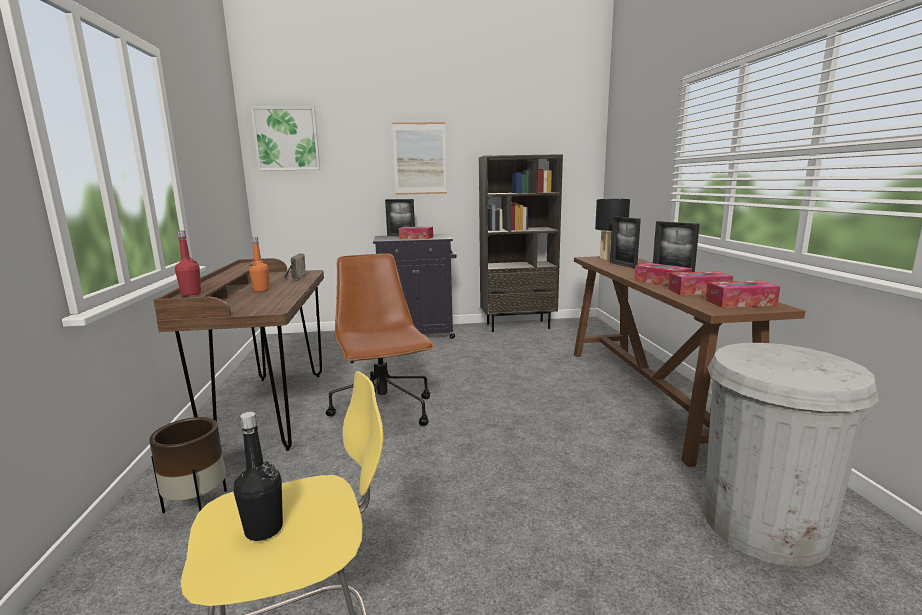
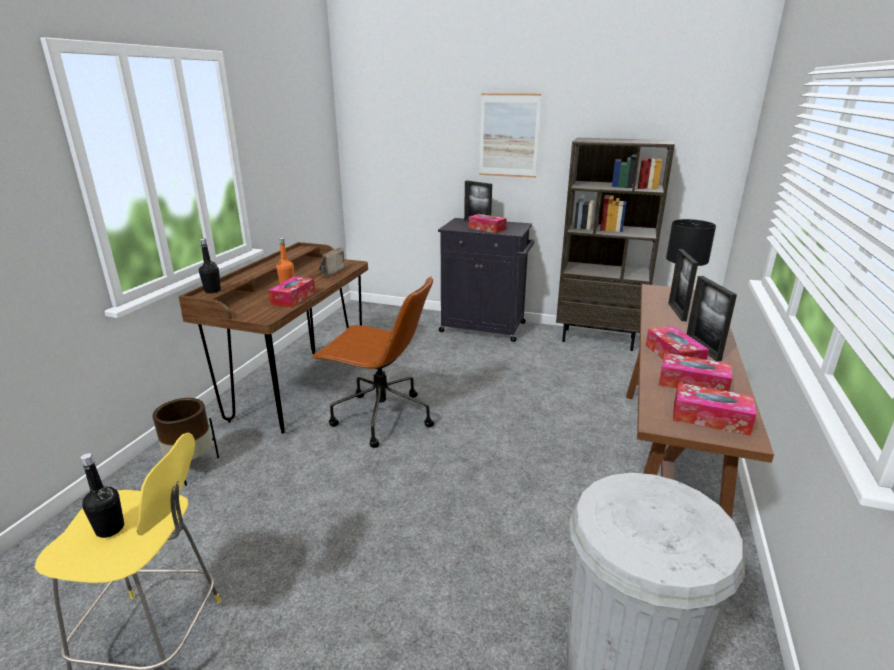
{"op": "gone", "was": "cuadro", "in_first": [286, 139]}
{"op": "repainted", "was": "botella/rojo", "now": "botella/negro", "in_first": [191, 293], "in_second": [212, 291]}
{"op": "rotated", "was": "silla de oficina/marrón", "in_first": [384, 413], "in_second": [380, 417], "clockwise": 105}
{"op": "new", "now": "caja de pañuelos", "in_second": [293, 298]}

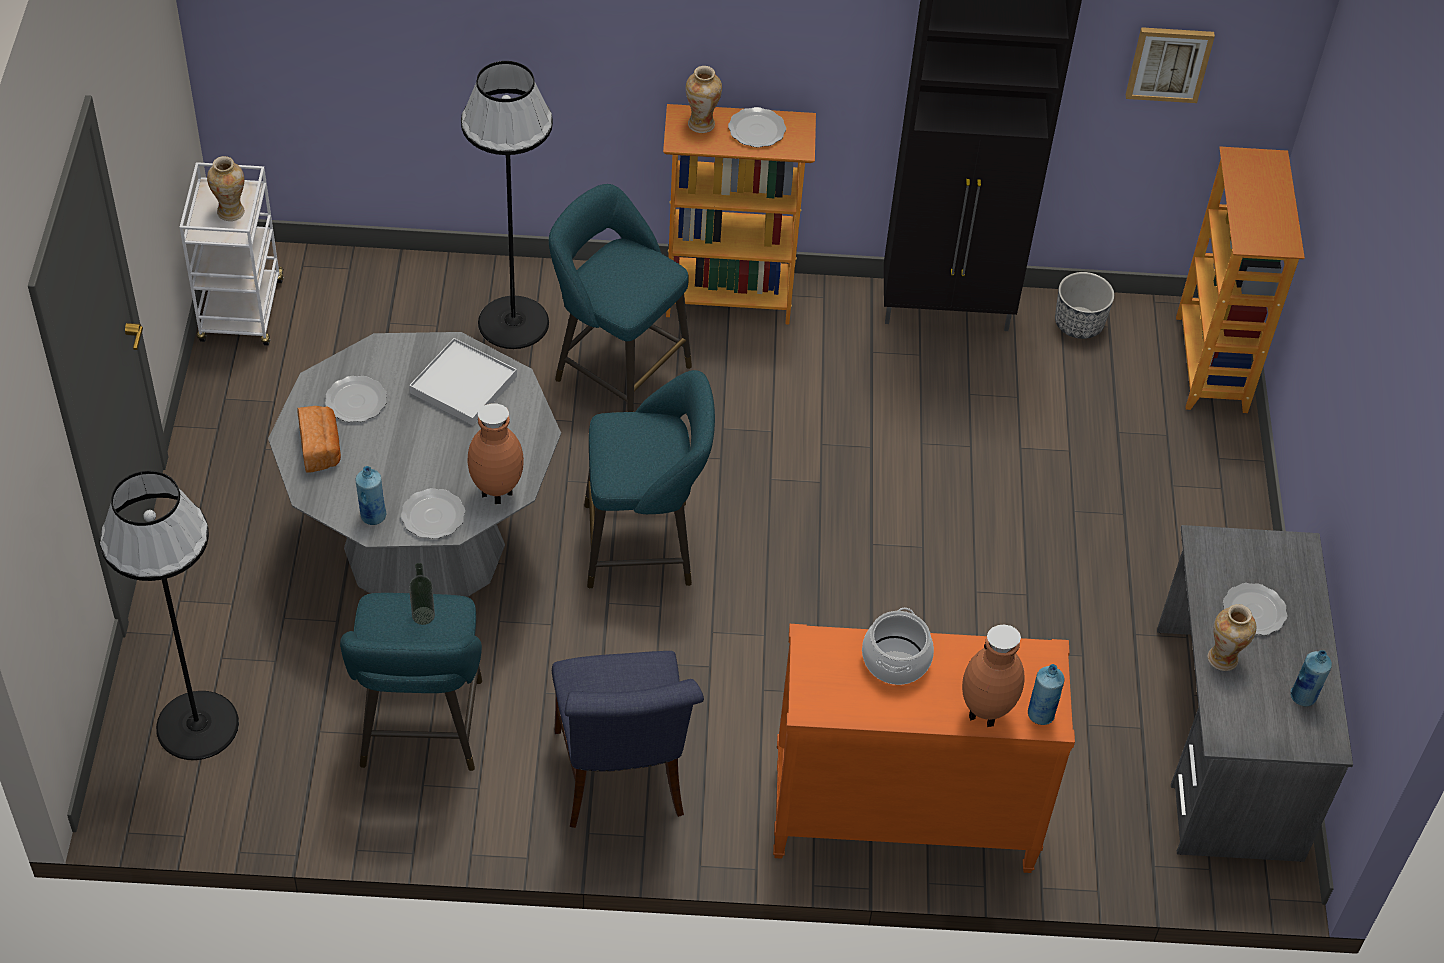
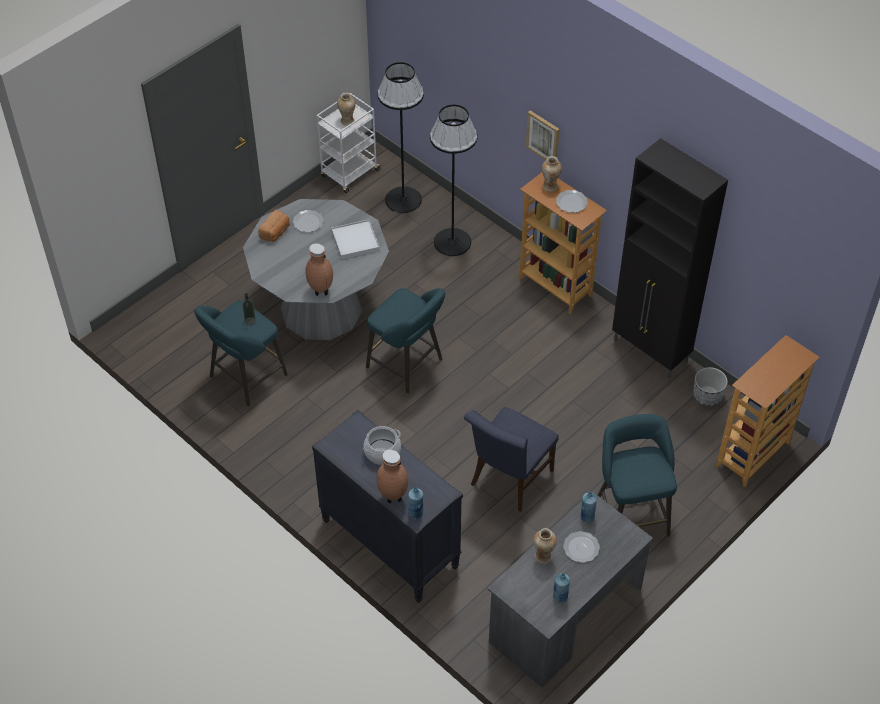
{"op": "shifted", "was": "cuadro", "in_first": [1169, 63], "in_second": [543, 137]}
{"op": "shifted", "was": "taburete/turquesa", "in_first": [617, 370], "in_second": [631, 513]}
{"op": "shifted", "was": "botella/azul", "in_first": [373, 516], "in_second": [587, 517]}
{"op": "shifted", "was": "lámpara de pie/negro", "in_first": [197, 725], "in_second": [403, 200]}
{"op": "gone", "was": "plato", "in_first": [432, 515]}
{"op": "repainted", "was": "cómoda/naranja", "now": "cómoda/negro", "in_first": [901, 820], "in_second": [389, 543]}
{"op": "shifted", "was": "silla/azul", "in_first": [621, 780], "in_second": [508, 480]}

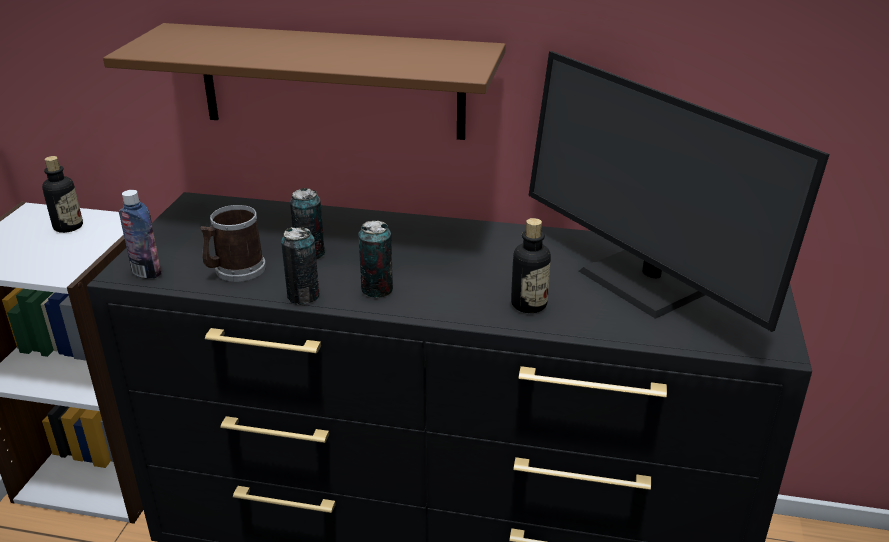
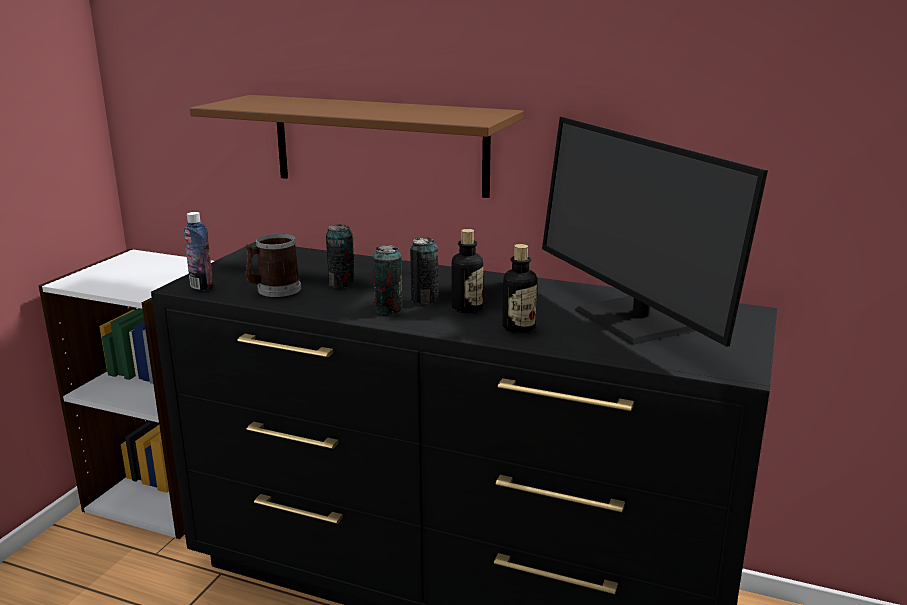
{"op": "shifted", "was": "botella", "in_first": [68, 226], "in_second": [467, 308]}
{"op": "shifted", "was": "lata", "in_first": [303, 296], "in_second": [424, 300]}

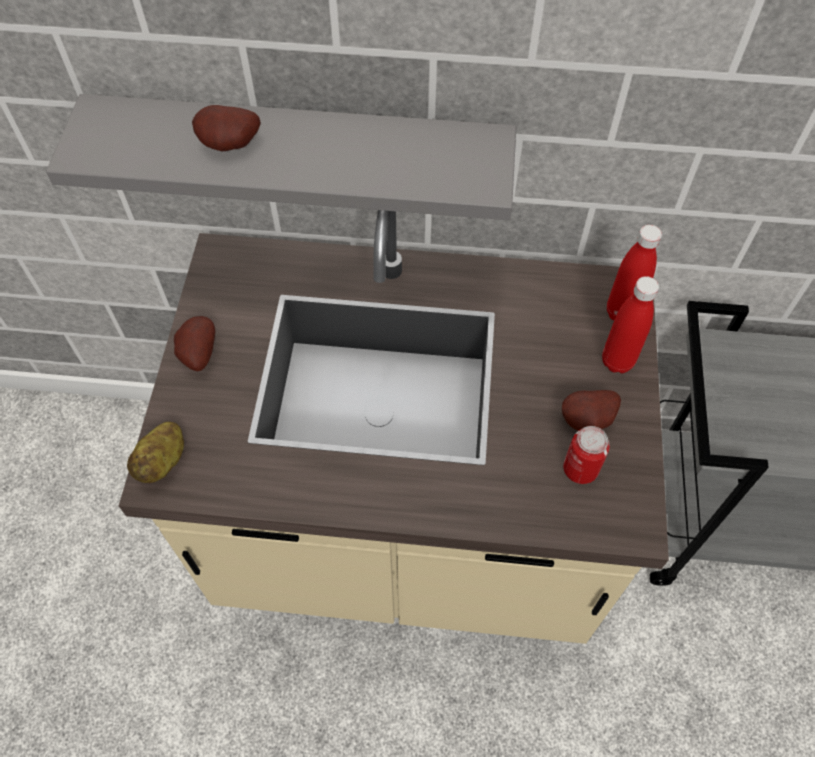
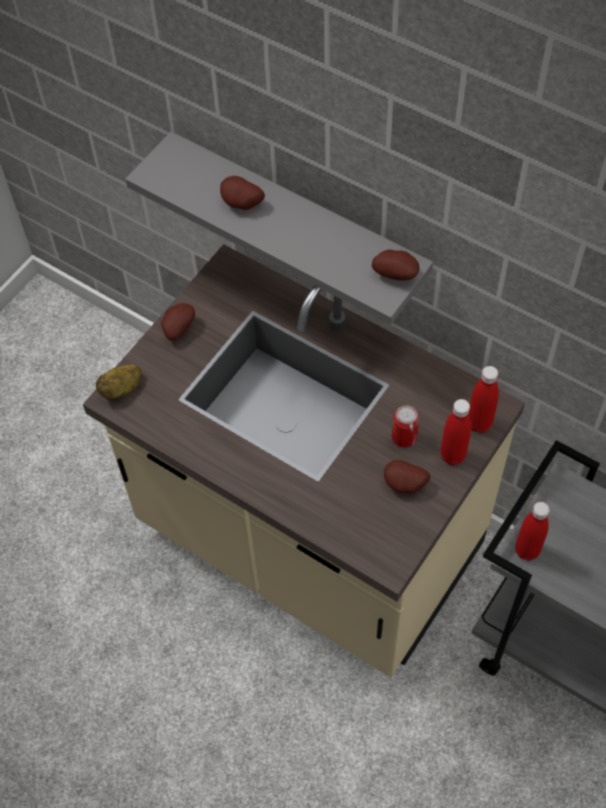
{"op": "shifted", "was": "lata", "in_first": [580, 469], "in_second": [404, 437]}
{"op": "new", "now": "patata", "in_second": [396, 274]}
{"op": "new", "now": "botella/rojo", "in_second": [527, 550]}

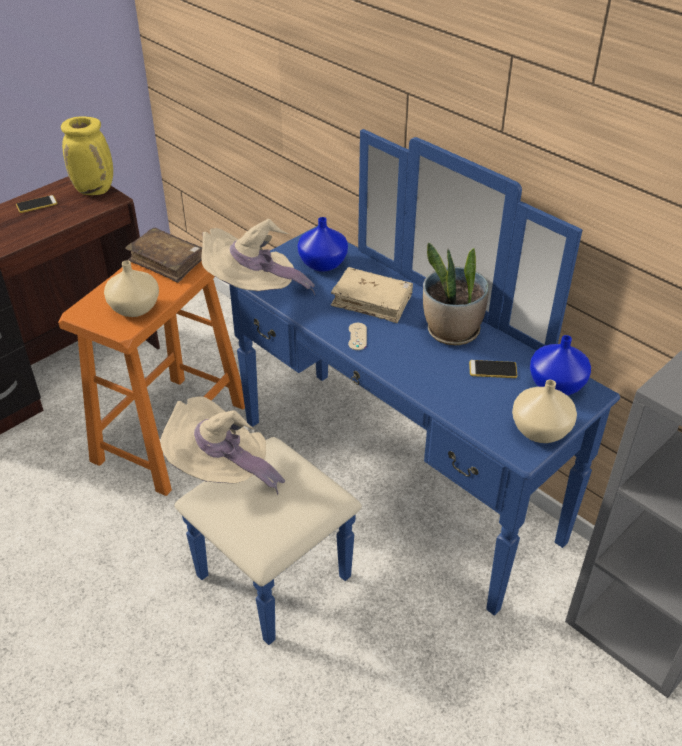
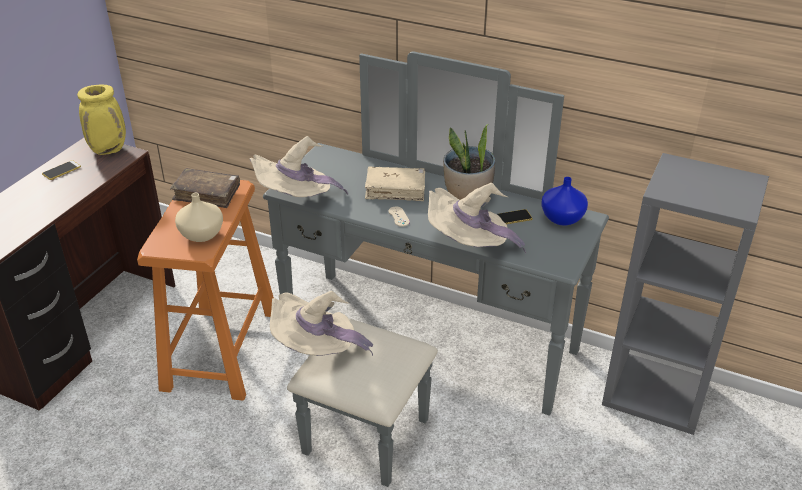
{"op": "repainted", "was": "cómoda/azul", "now": "cómoda/gris", "in_first": [371, 500], "in_second": [417, 359]}
{"op": "gone", "was": "florero/azul", "in_first": [323, 263]}
{"op": "gone", "was": "florero/beis", "in_first": [539, 429]}
{"op": "new", "now": "sombrero/beis", "in_second": [469, 246]}

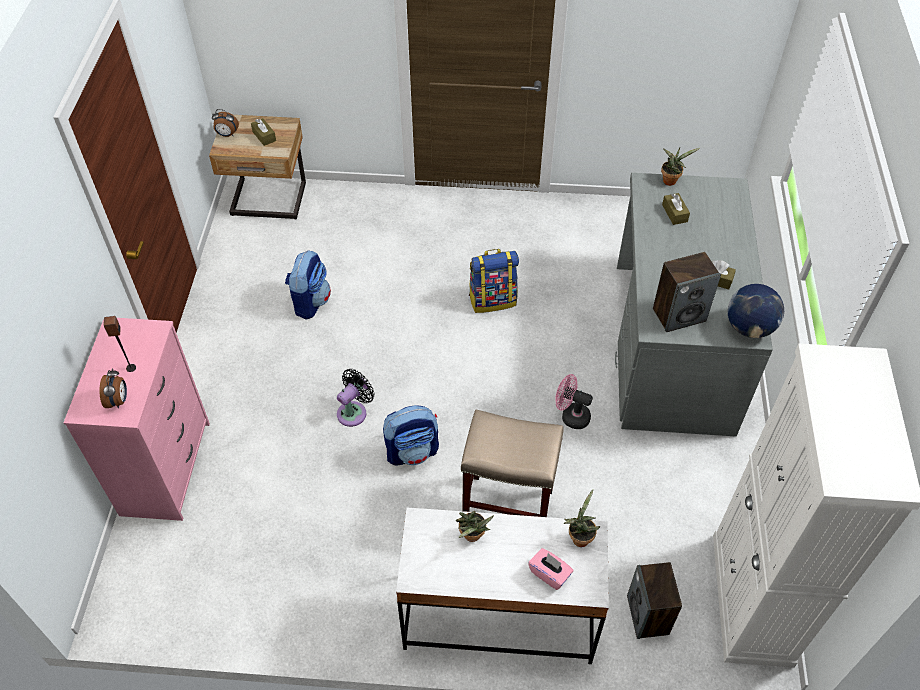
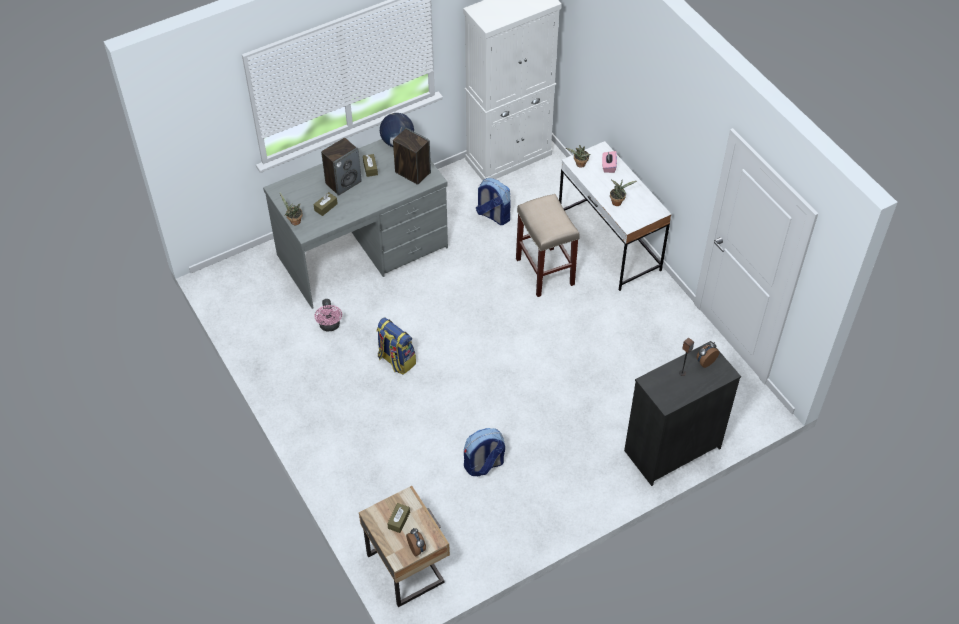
{"op": "repainted", "was": "cómoda/rosa", "now": "cómoda/negro", "in_first": [167, 468], "in_second": [672, 449]}
{"op": "gone", "was": "ventilador/negro", "in_first": [354, 411]}
{"op": "shifted", "was": "ventilador/rosa", "in_first": [571, 416], "in_second": [330, 326]}
{"op": "shifted", "was": "mochila", "in_first": [412, 451], "in_second": [493, 215]}
{"op": "shifted", "was": "altavoz", "in_first": [648, 615], "in_second": [343, 182]}

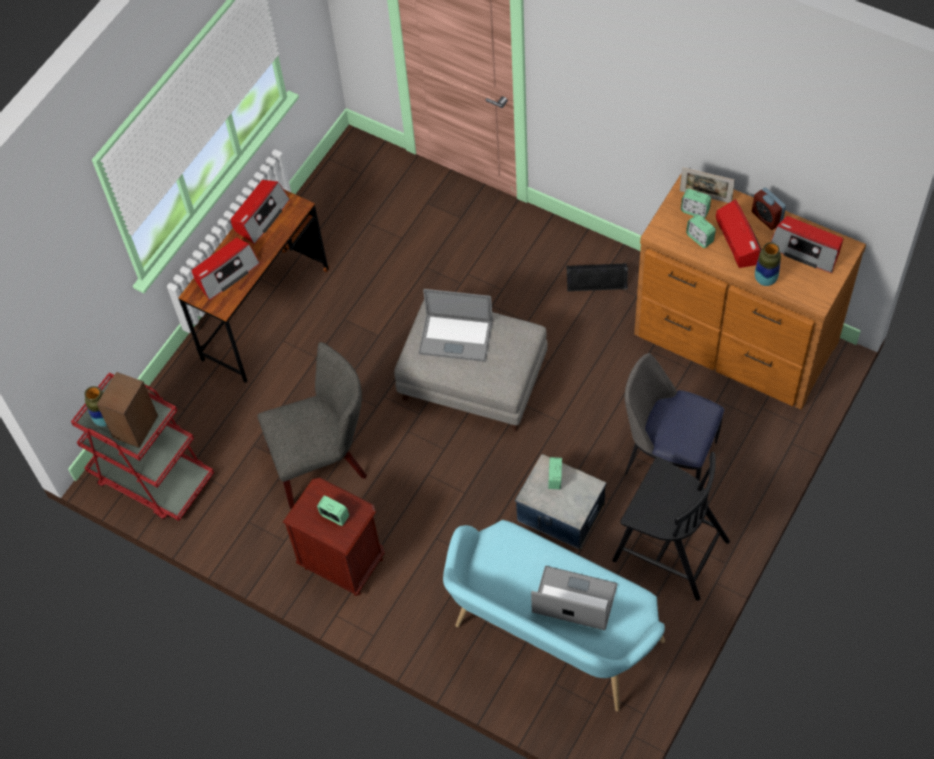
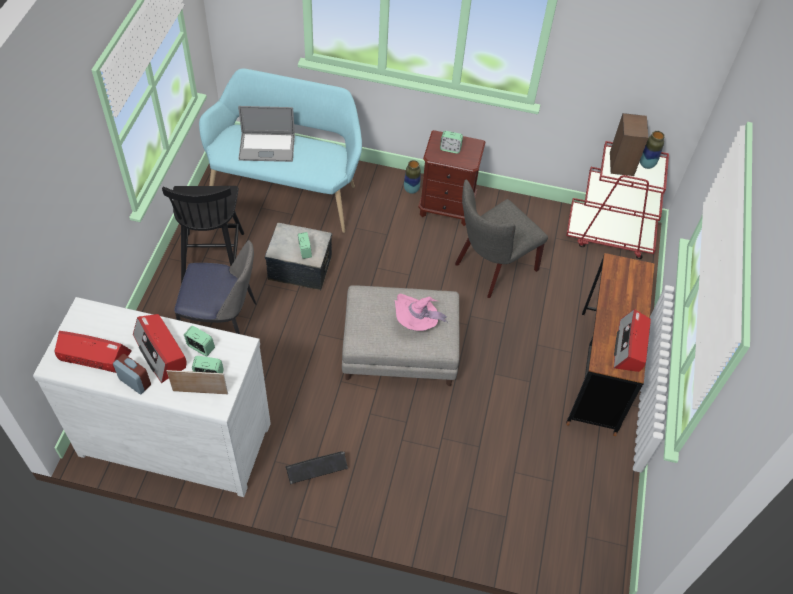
{"op": "repainted", "was": "cómoda/marrón", "now": "cómoda/blanco", "in_first": [734, 341], "in_second": [176, 435]}
{"op": "gone", "was": "radio", "in_first": [226, 273]}
{"op": "shifted", "was": "florero", "in_first": [765, 279], "in_second": [411, 189]}
{"op": "swapped", "was": "portátil", "now": "sombrero/rosa", "in_first": [456, 337], "in_second": [417, 322]}
{"op": "rotated", "was": "silla/negro", "in_first": [668, 549], "in_second": [213, 259], "clockwise": -105}

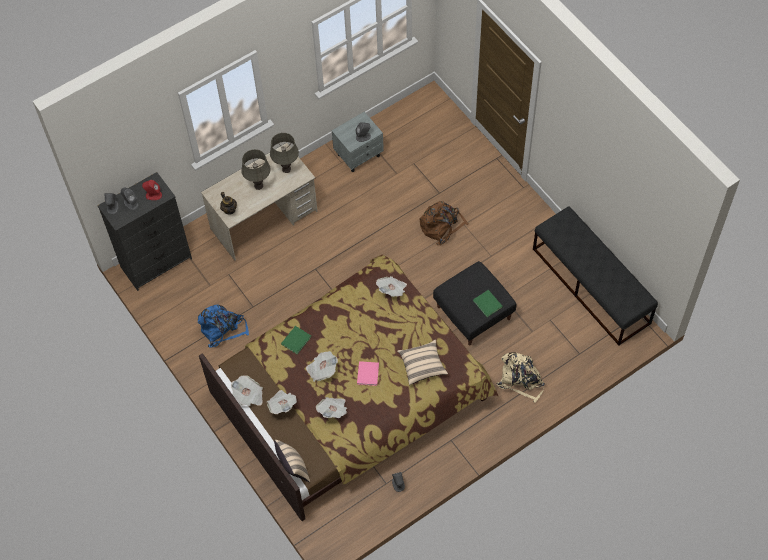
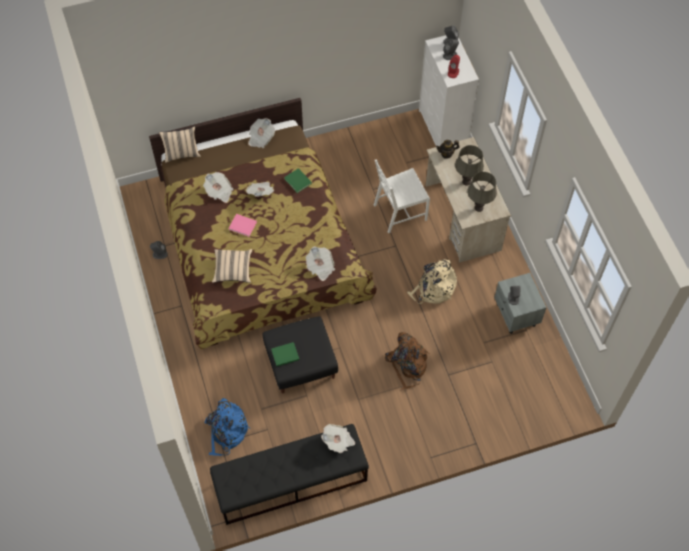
{"op": "repainted", "was": "cómoda/negro", "now": "cómoda/blanco", "in_first": [157, 262], "in_second": [443, 129]}
{"op": "shifted", "was": "mochila/azul", "in_first": [222, 328], "in_second": [226, 432]}
{"op": "shifted", "was": "mochila/beis", "in_first": [520, 380], "in_second": [433, 289]}
{"op": "shifted", "was": "periódico", "in_first": [282, 405], "in_second": [338, 441]}
{"op": "new", "now": "silla/blanco", "in_second": [399, 212]}

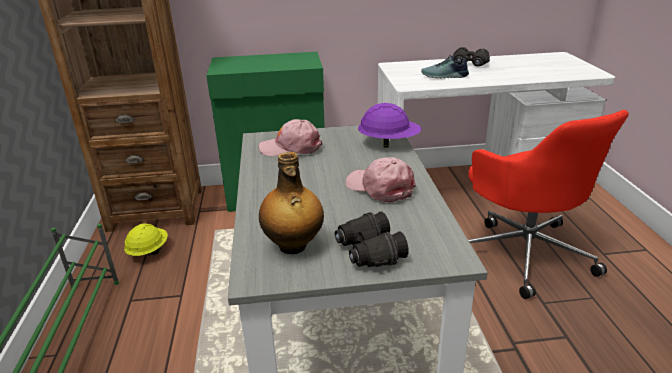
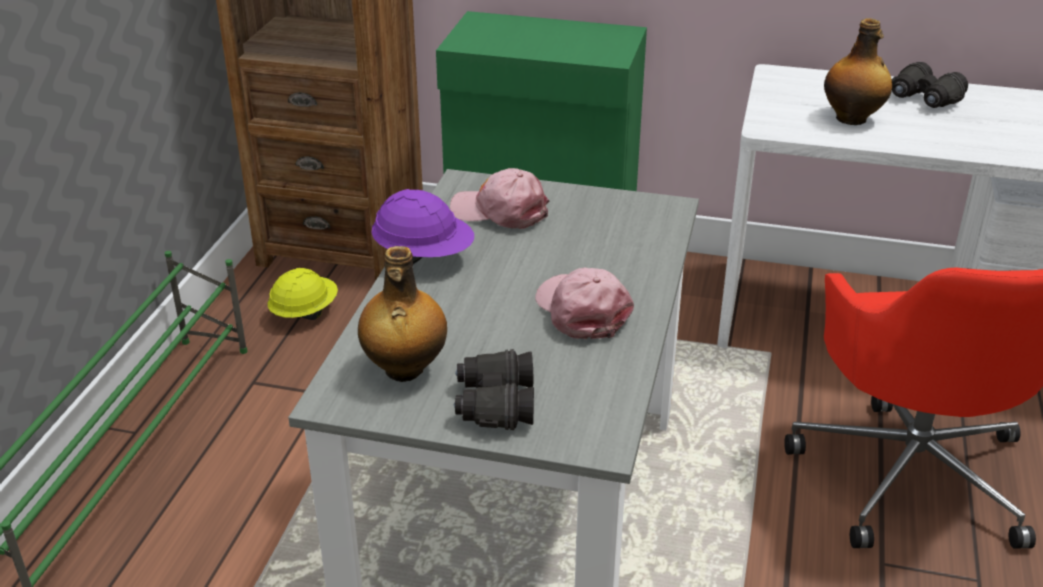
{"op": "swapped", "was": "zapato", "now": "botella", "in_first": [444, 76], "in_second": [852, 119]}
{"op": "shifted", "was": "casco/morado", "in_first": [389, 143], "in_second": [424, 256]}

